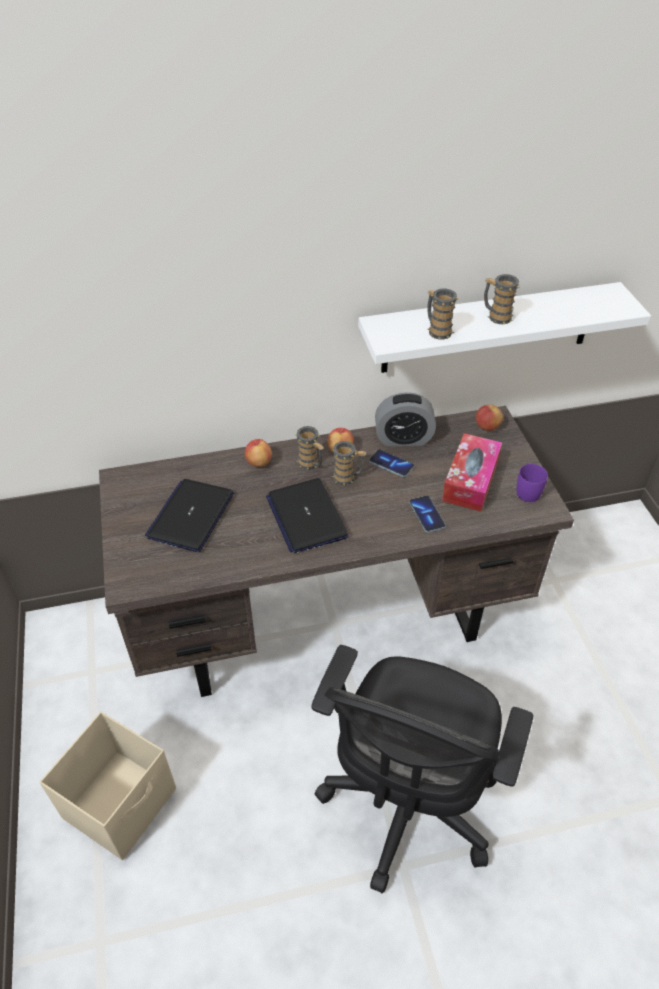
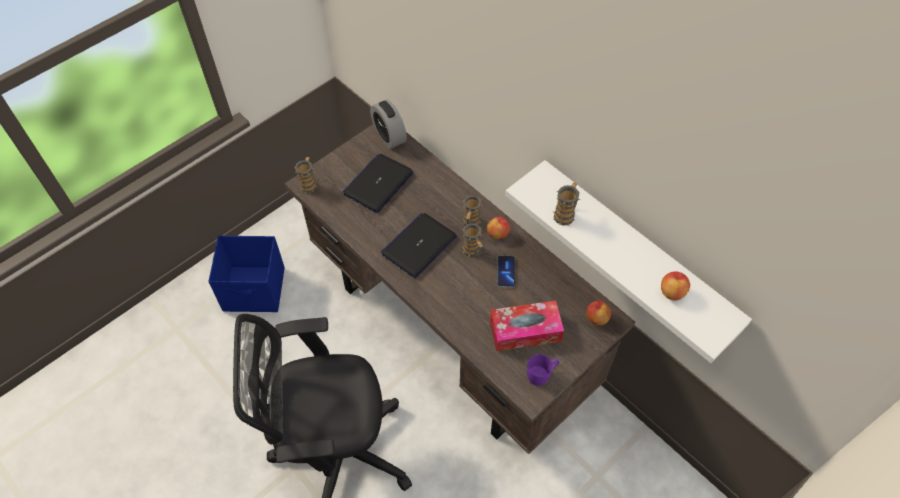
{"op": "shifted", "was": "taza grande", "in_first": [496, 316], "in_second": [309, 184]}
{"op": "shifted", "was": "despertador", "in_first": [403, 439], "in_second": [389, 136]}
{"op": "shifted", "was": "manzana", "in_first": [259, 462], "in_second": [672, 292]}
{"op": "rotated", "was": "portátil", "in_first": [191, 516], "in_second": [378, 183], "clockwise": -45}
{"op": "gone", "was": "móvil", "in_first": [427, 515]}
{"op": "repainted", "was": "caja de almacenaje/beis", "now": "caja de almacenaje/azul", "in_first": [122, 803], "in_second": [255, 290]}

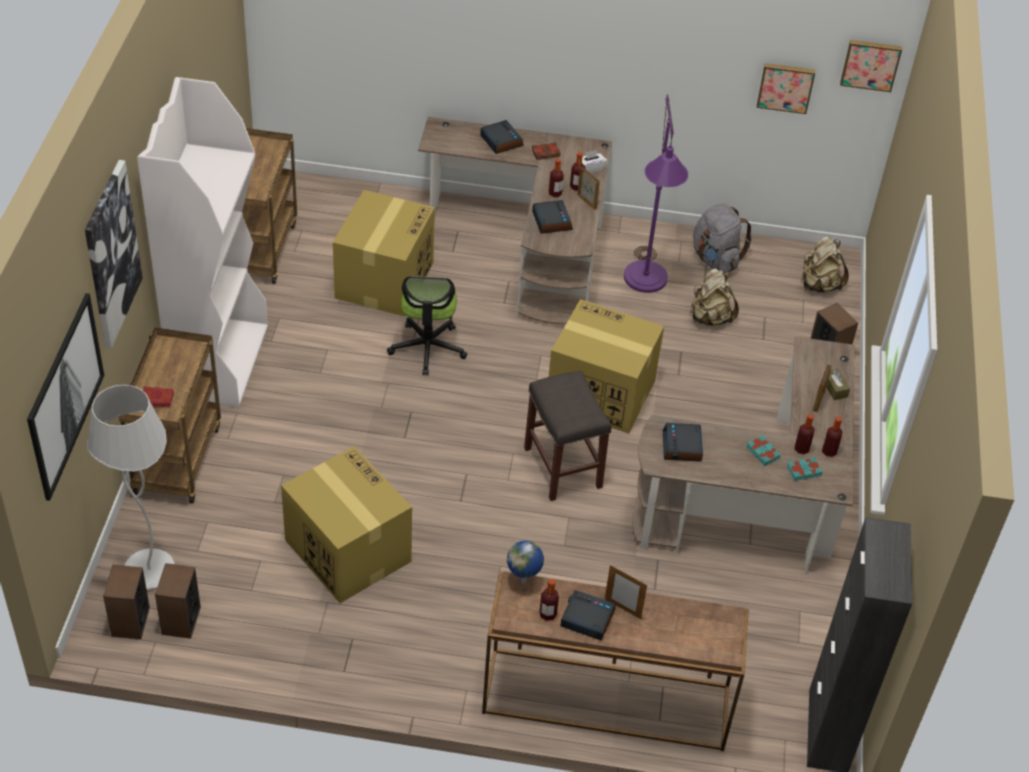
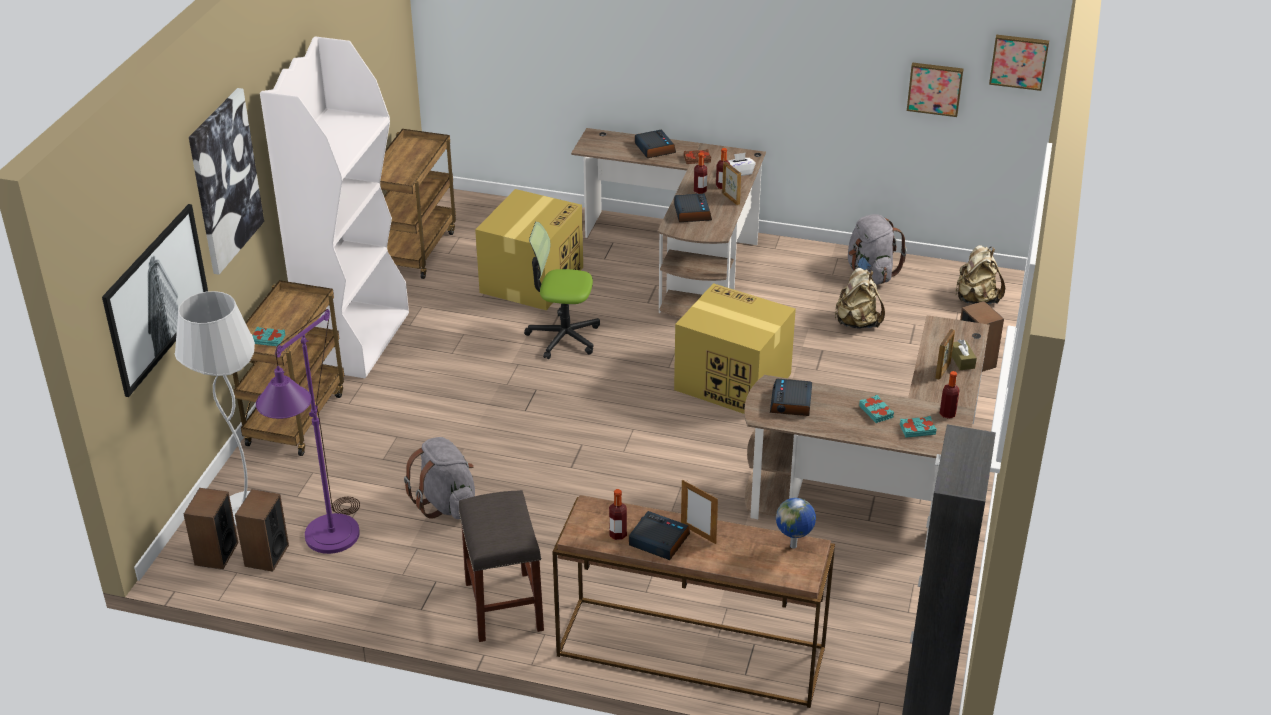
{"op": "shifted", "was": "lámpara de pie/morado", "in_first": [645, 286], "in_second": [327, 546]}
{"op": "rotated", "was": "silla de oficina", "in_first": [427, 348], "in_second": [563, 337], "clockwise": 90}
{"op": "shifted", "was": "taburete/gris", "in_first": [561, 467], "in_second": [503, 605]}
{"op": "repainted", "was": "libro/rojo", "now": "libro/turquesa", "in_first": [157, 399], "in_second": [268, 339]}
{"op": "gone", "was": "botella", "in_first": [801, 449]}
{"op": "swapped", "was": "caja de cartón", "now": "mochila/gris", "in_first": [346, 550], "in_second": [446, 503]}
{"op": "shifted", "was": "globo terráqueo", "in_first": [524, 581], "in_second": [794, 546]}

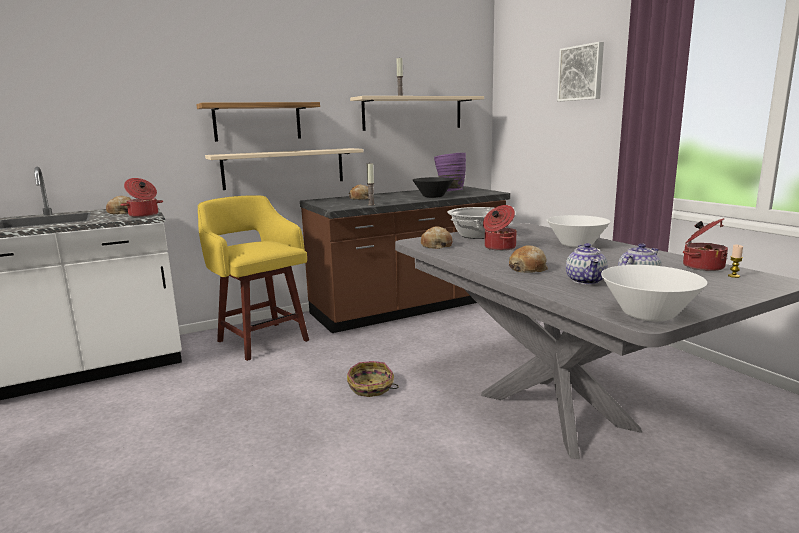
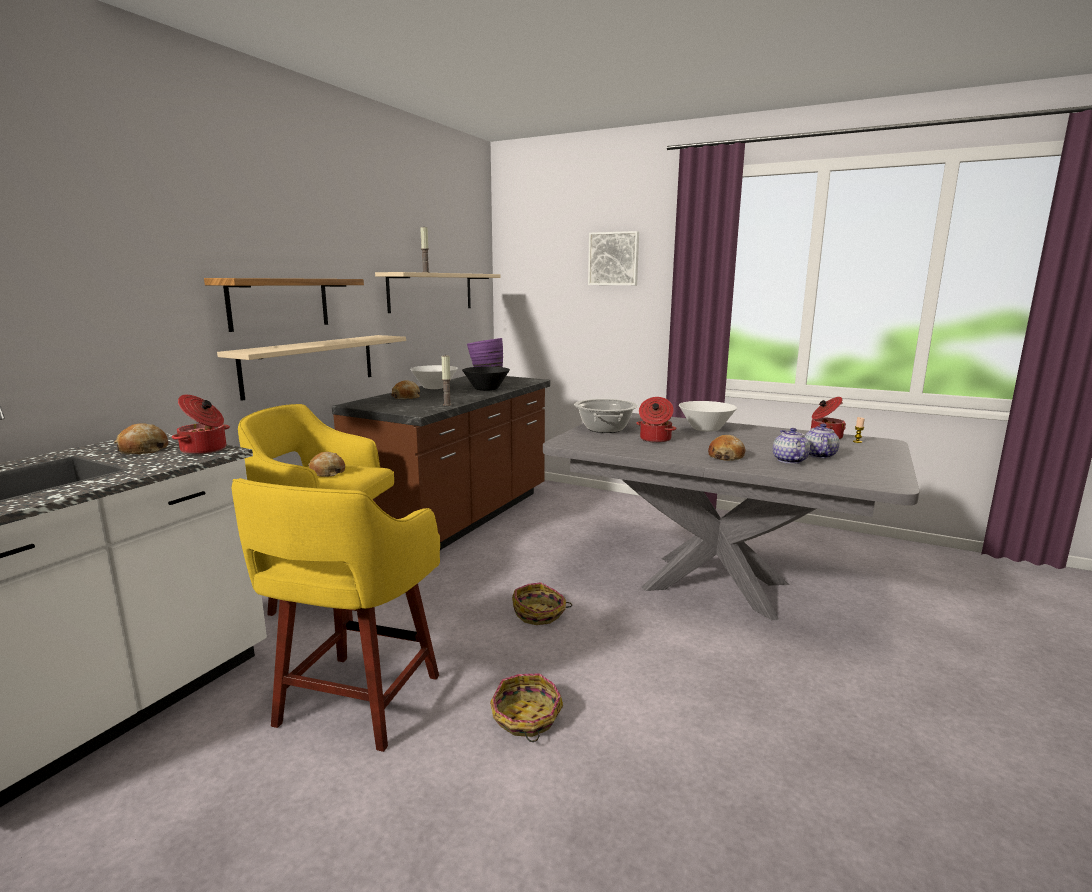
{"op": "shifted", "was": "pan", "in_first": [436, 245], "in_second": [327, 472]}
{"op": "rotated", "was": "tetera", "in_first": [586, 281], "in_second": [789, 460], "clockwise": -150}
{"op": "shifted", "was": "cuenco/blanco", "in_first": [648, 315], "in_second": [435, 387]}
{"op": "new", "now": "taburete/amarillo", "in_second": [356, 703]}
{"op": "new", "now": "cesta", "in_second": [526, 718]}

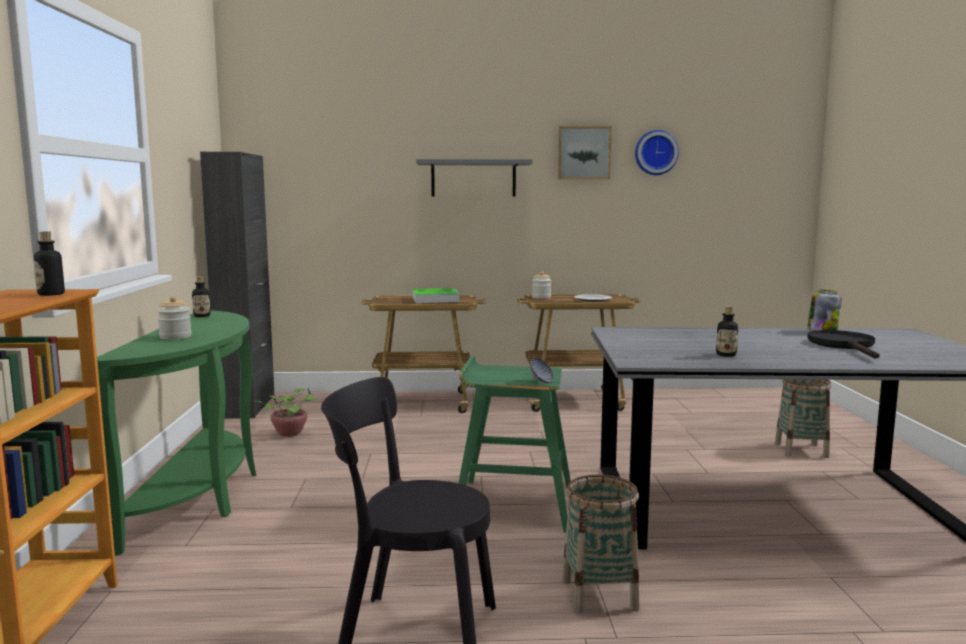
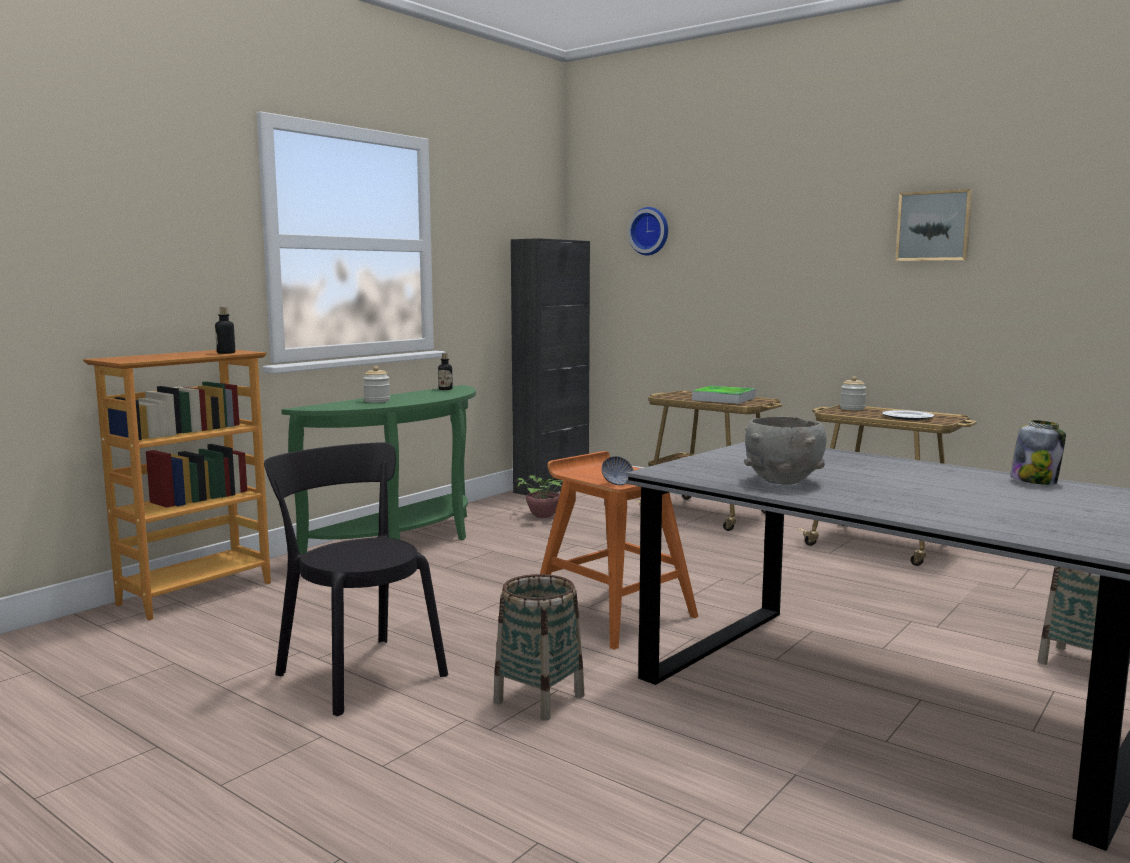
{"op": "shifted", "was": "reloj de pared", "in_first": [655, 152], "in_second": [650, 231]}
{"op": "gone", "was": "estante/gris", "in_first": [473, 178]}
{"op": "swapped", "was": "botella", "now": "cuenco/gris", "in_first": [726, 355], "in_second": [783, 481]}
{"op": "gone", "was": "sartén/negro", "in_first": [844, 346]}
{"op": "repainted", "was": "taburete/verde", "now": "taburete/naranja", "in_first": [512, 504], "in_second": [612, 614]}

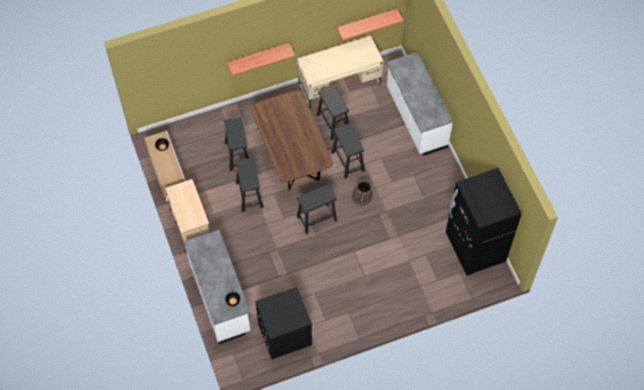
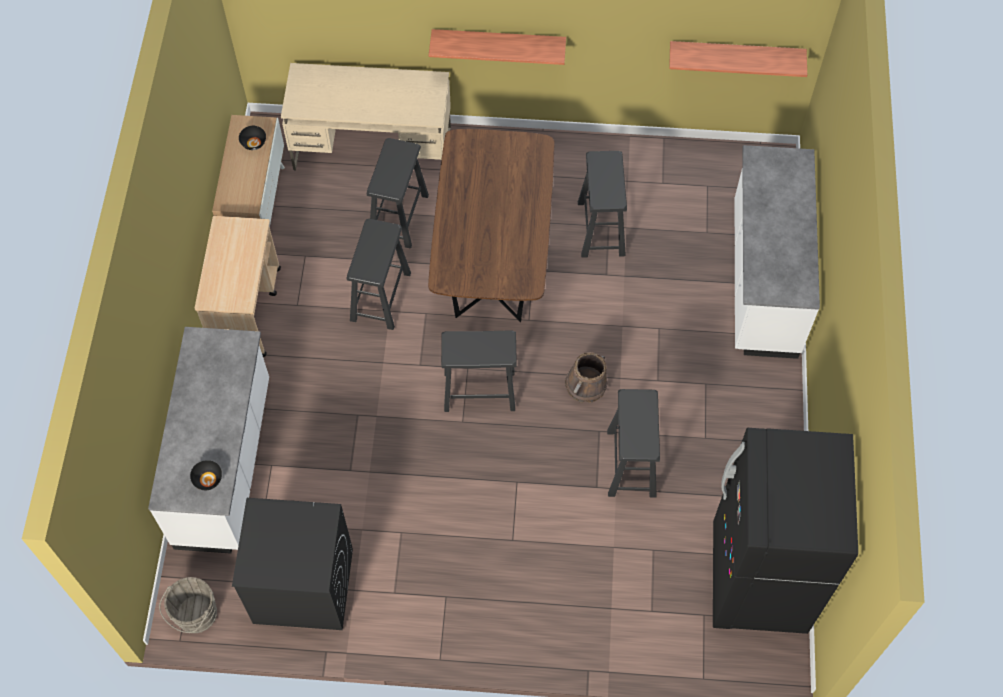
{"op": "shifted", "was": "escritorio/beis", "in_first": [340, 84], "in_second": [373, 149]}
{"op": "shifted", "was": "taburete/negro", "in_first": [348, 161], "in_second": [631, 464]}
{"op": "new", "now": "cubo/gris", "in_second": [194, 616]}

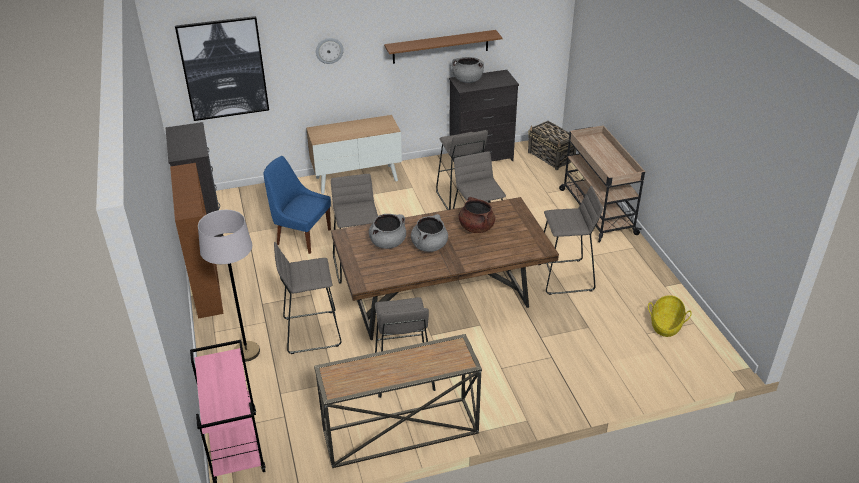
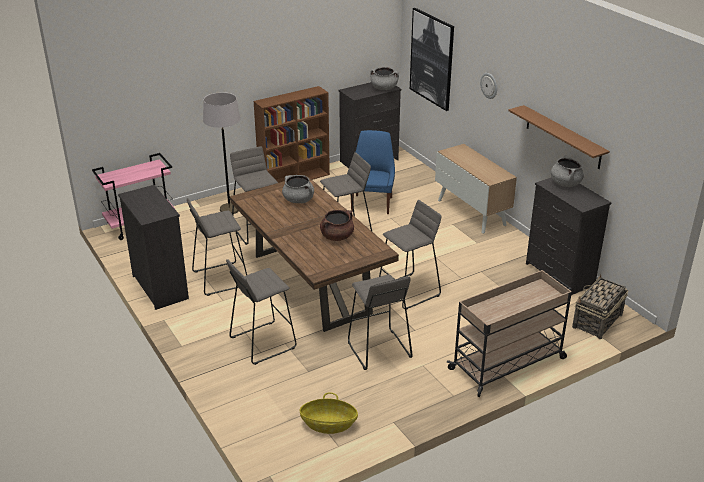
{"op": "shifted", "was": "taburete/gris", "in_first": [461, 197], "in_second": [262, 342]}
{"op": "shifted", "was": "olla/gris", "in_first": [429, 245], "in_second": [384, 88]}
{"op": "swapped", "was": "mesa consola", "now": "cómoda/negro", "in_first": [400, 433], "in_second": [160, 287]}

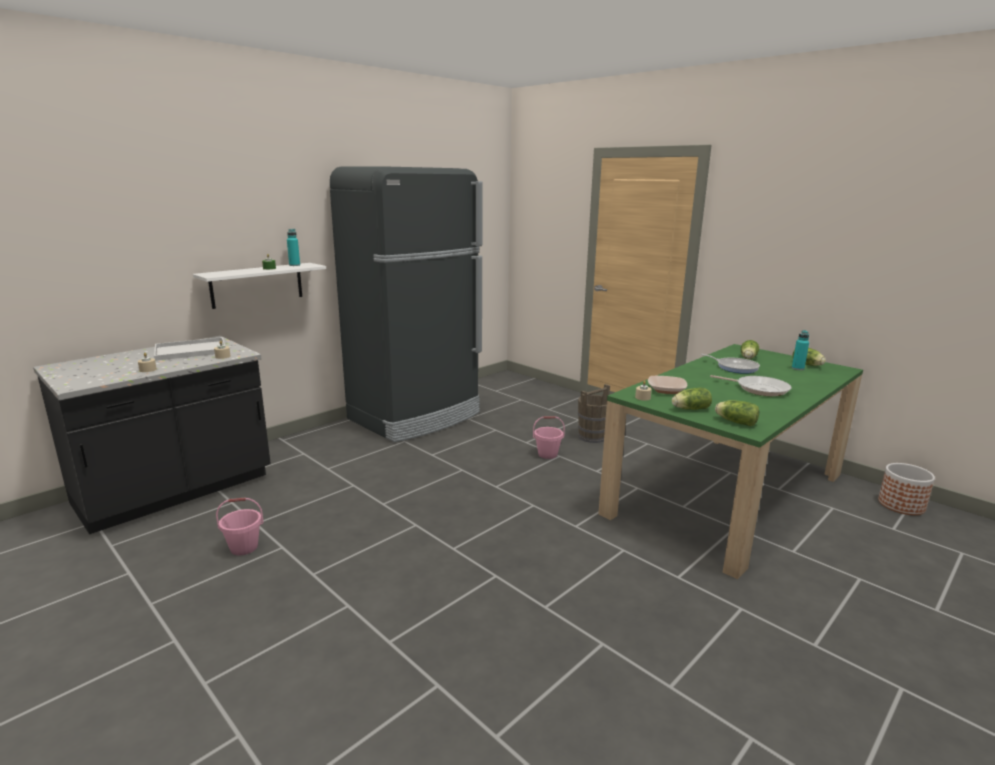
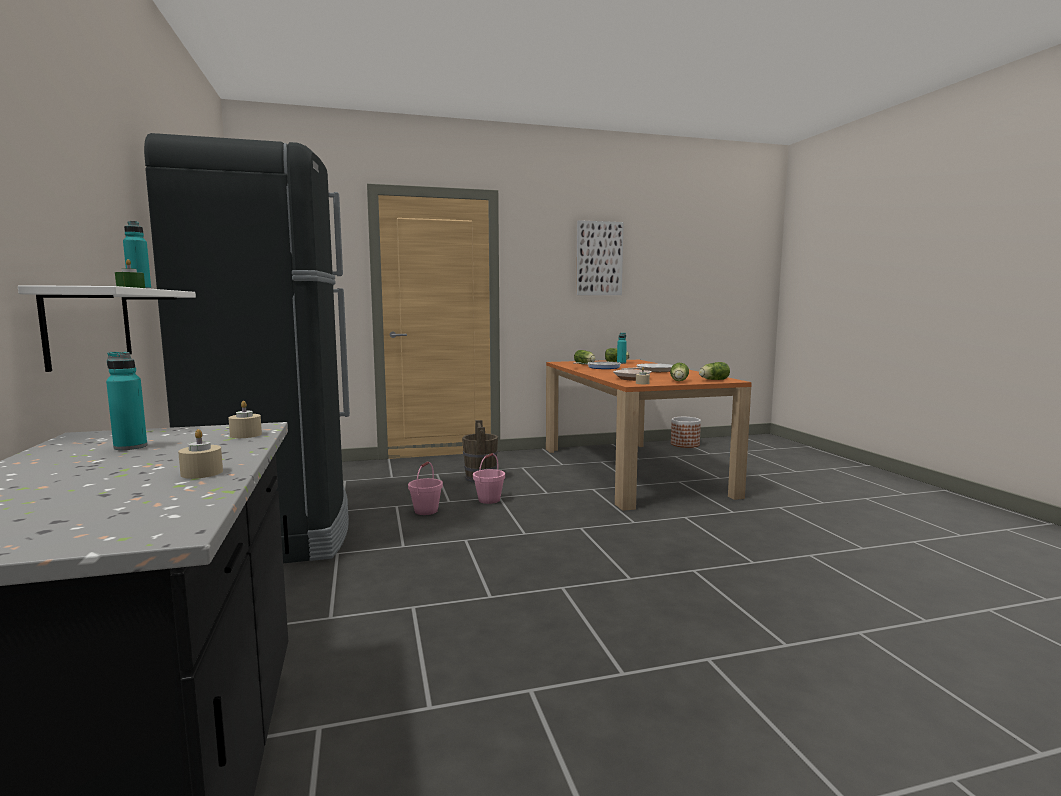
{"op": "swapped", "was": "bandeja/blanco", "now": "botella/turquesa", "in_first": [192, 350], "in_second": [130, 447]}
{"op": "repainted", "was": "mesa de comedor/verde", "now": "mesa de comedor/naranja", "in_first": [726, 493], "in_second": [630, 470]}
{"op": "shifted", "was": "cubo/rosa", "in_first": [244, 547], "in_second": [426, 511]}
{"op": "new", "now": "cuadro", "in_second": [599, 258]}

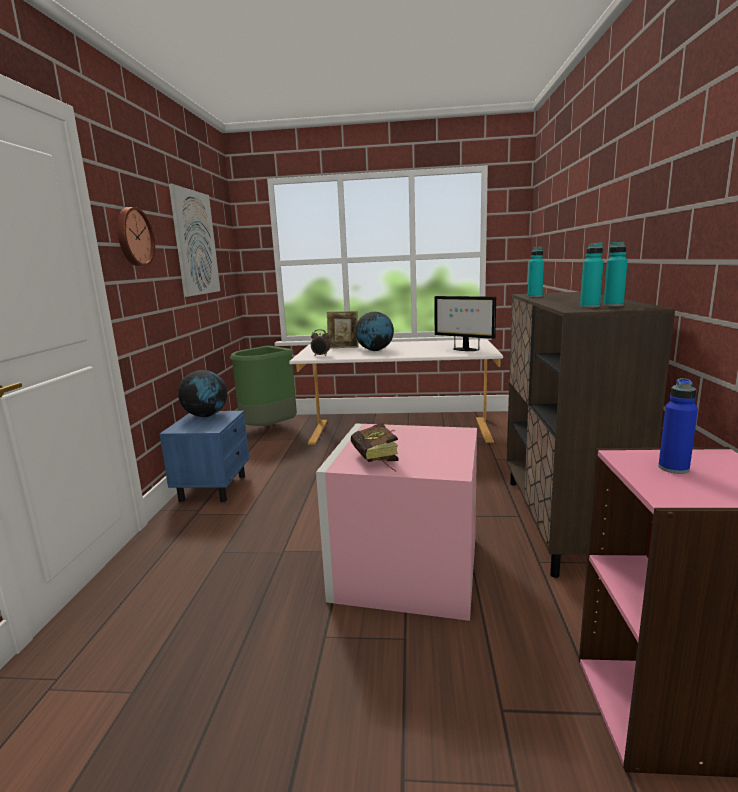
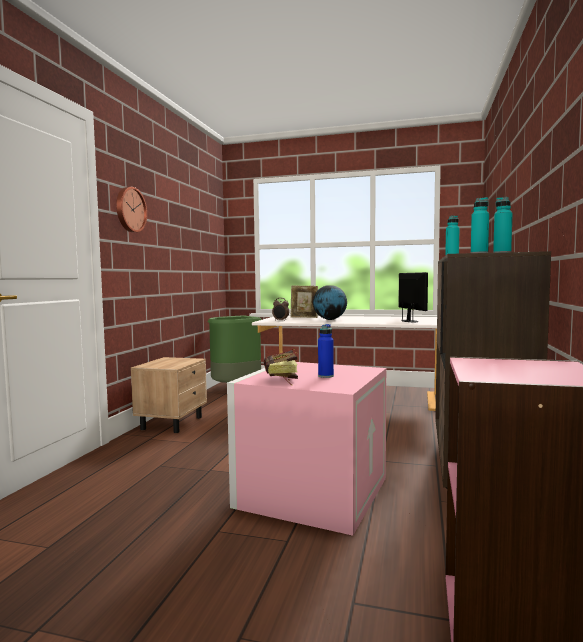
{"op": "gone", "was": "cuadro", "in_first": [195, 243]}
{"op": "rotated", "was": "monitor", "in_first": [464, 349], "in_second": [410, 321], "clockwise": -150}
{"op": "gone", "was": "globo terráqueo", "in_first": [206, 415]}
{"op": "shifted", "was": "botella/azul", "in_first": [673, 468], "in_second": [325, 376]}
{"op": "repainted", "was": "mesita de noche/azul", "now": "mesita de noche/beis", "in_first": [214, 487], "in_second": [172, 423]}

